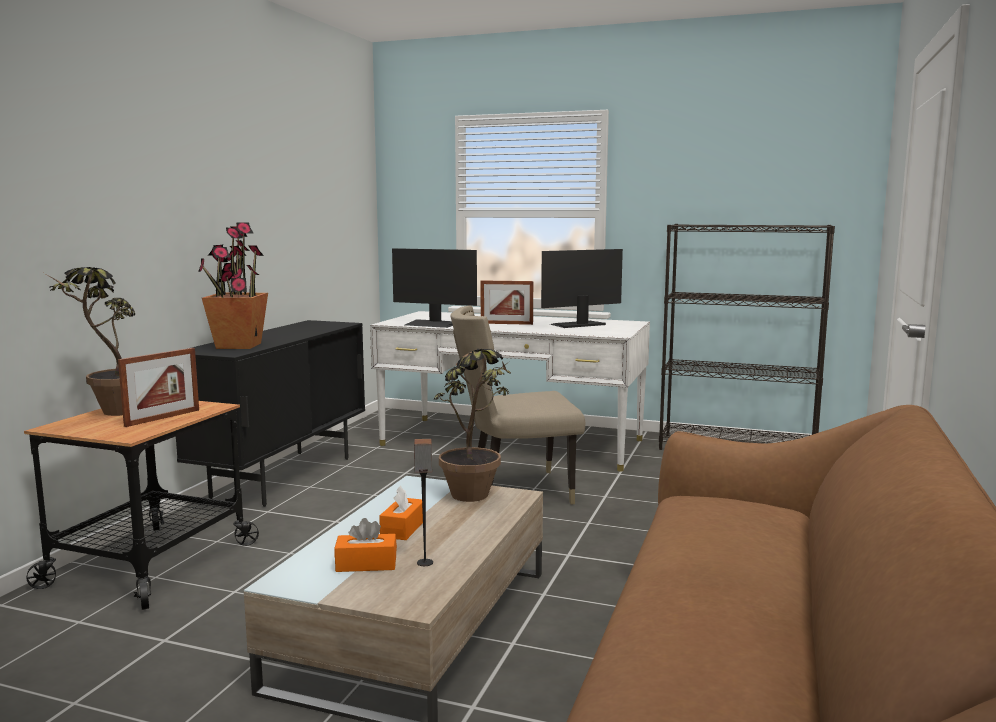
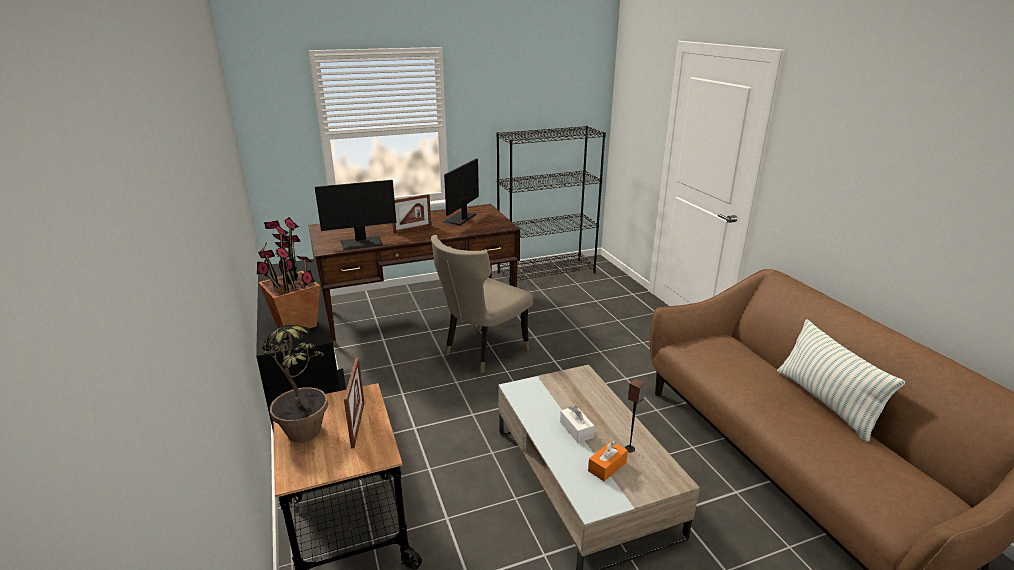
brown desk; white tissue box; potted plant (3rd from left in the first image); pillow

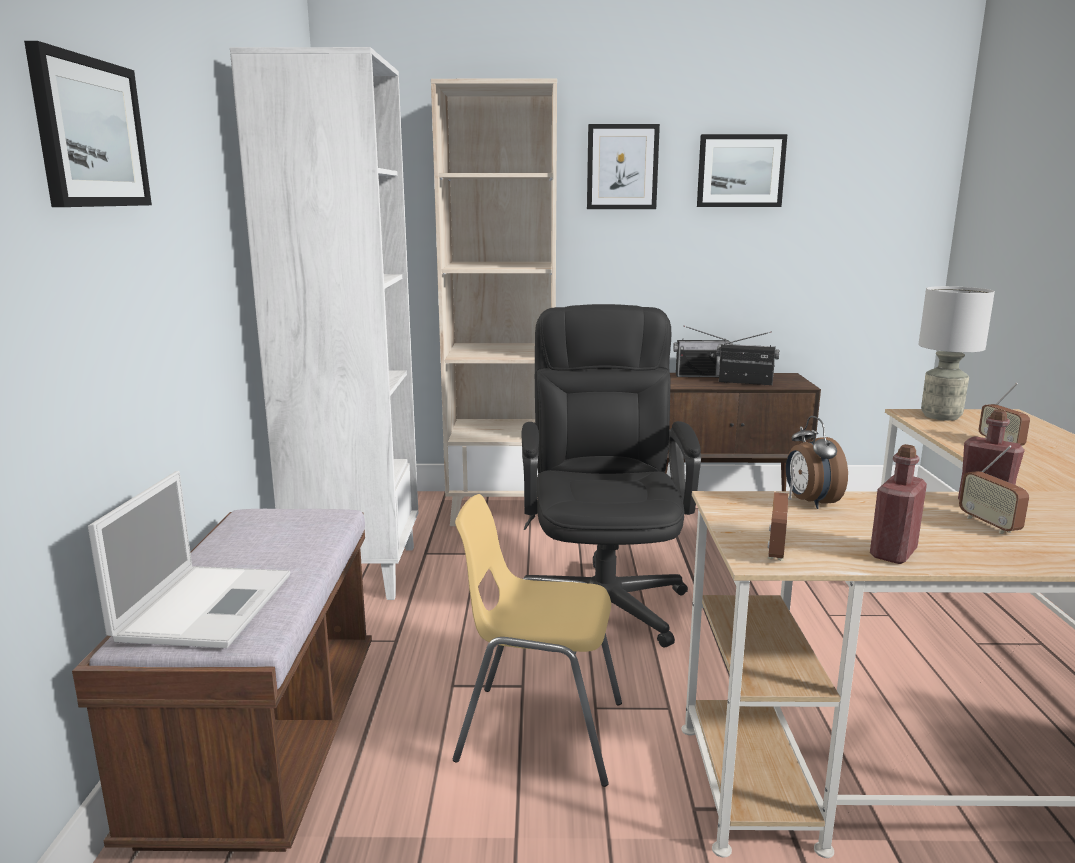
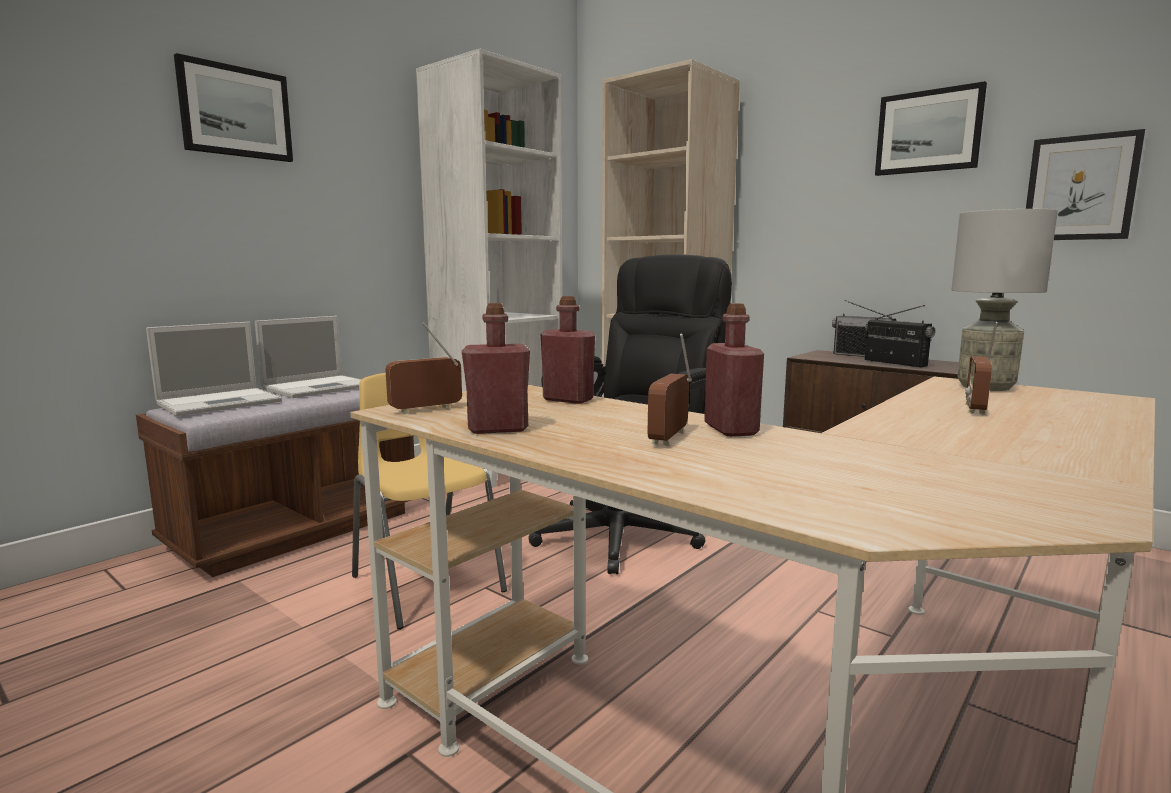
picture (3rd from left); red bottle (2nd from left); laptop (2nd from left)

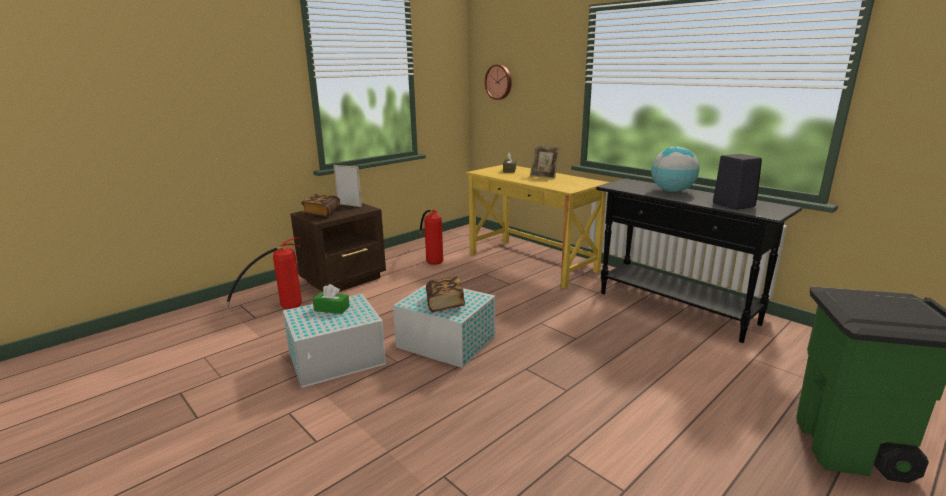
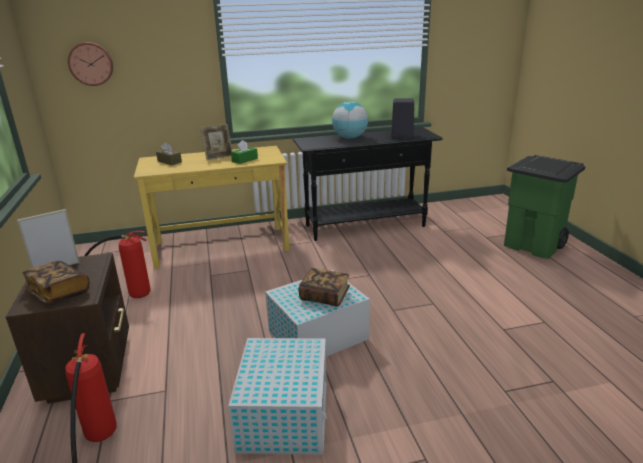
green tissue box

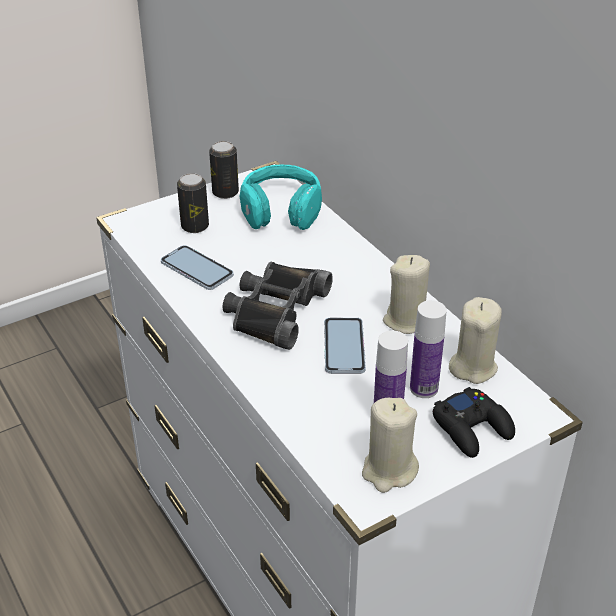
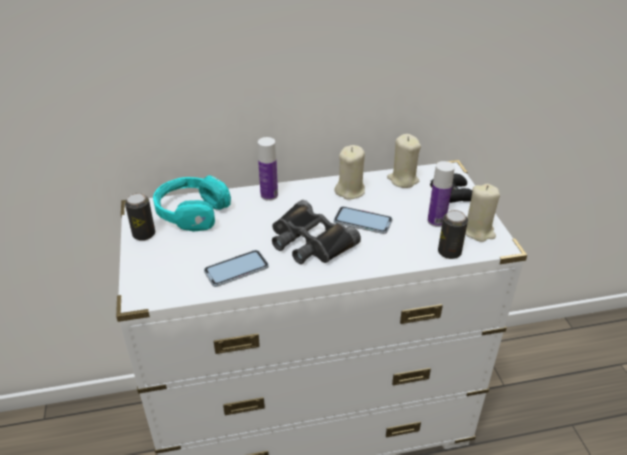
can (2nd from left); bottle (1st from left)

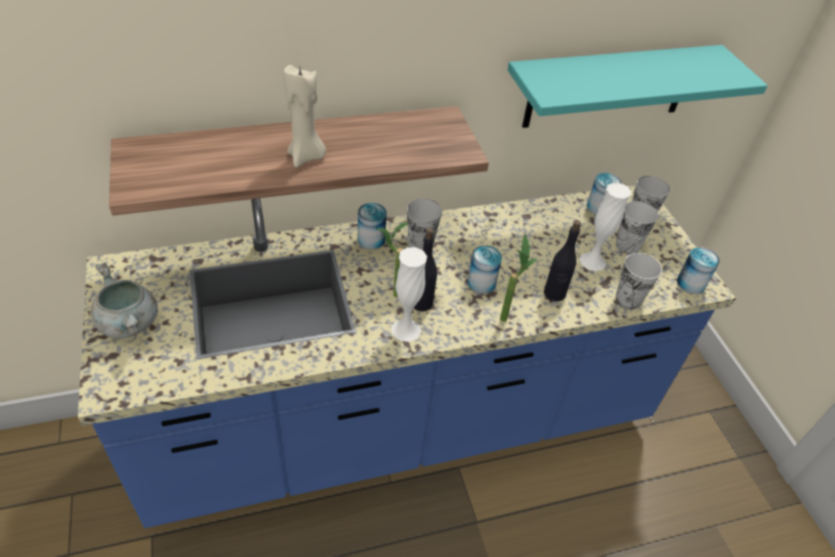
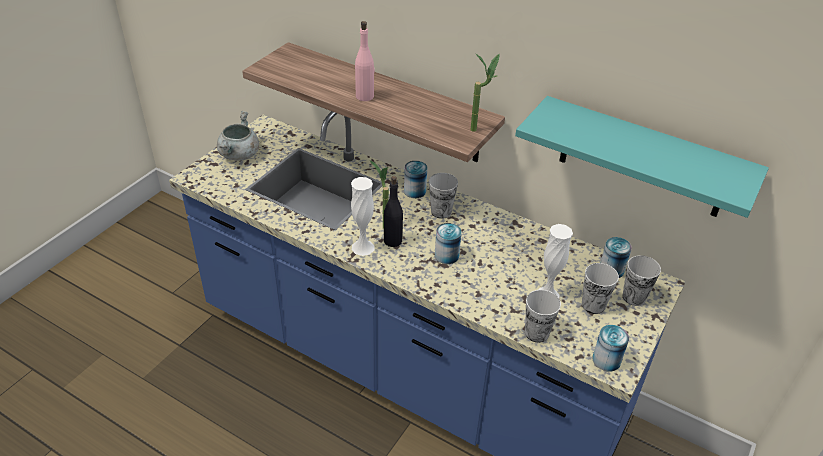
pink bottle; potted plant (2nd from left); black bottle (2nd from left in the first image)

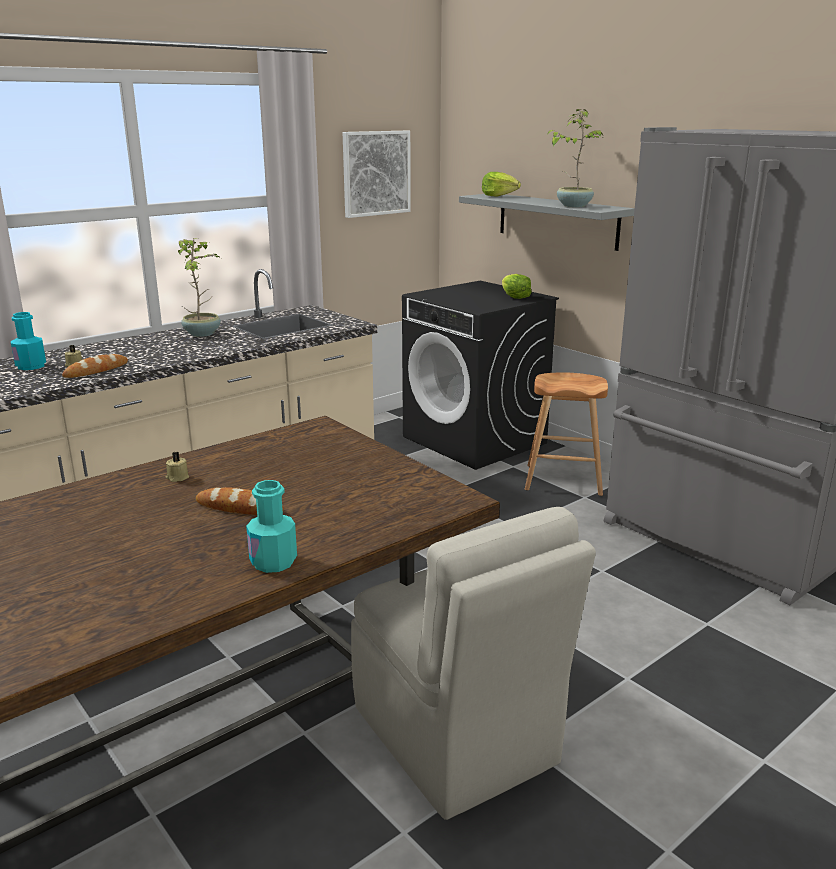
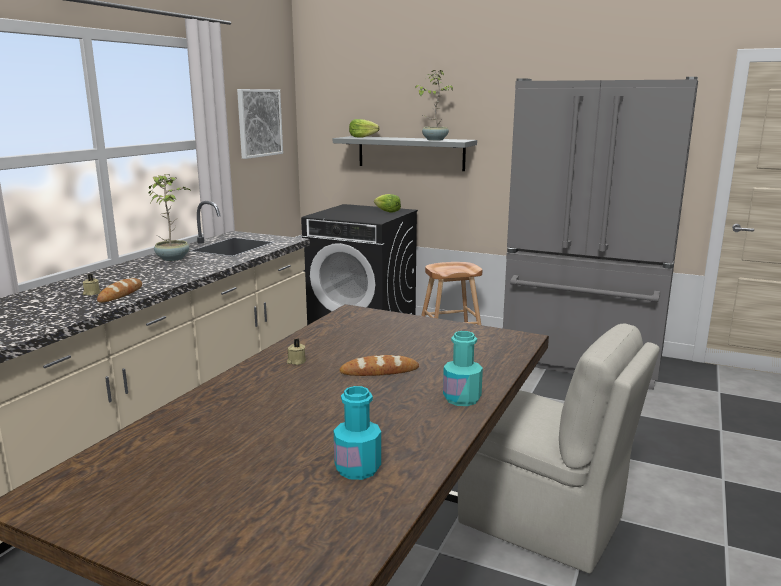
turquoise bottle (1st from left)

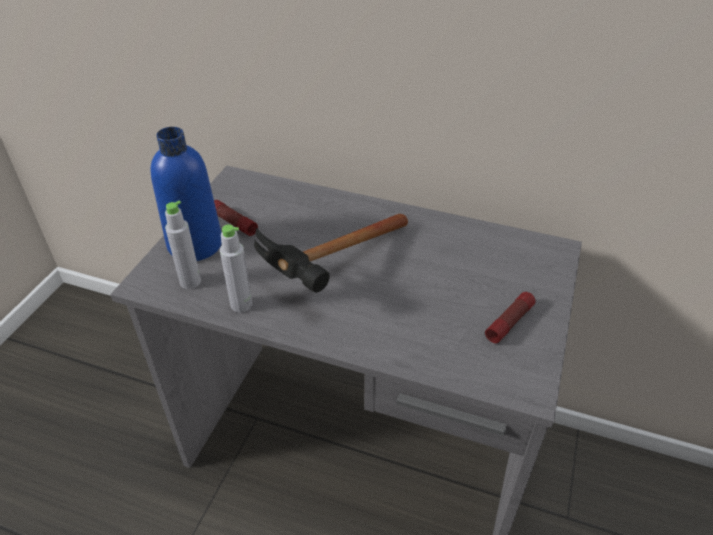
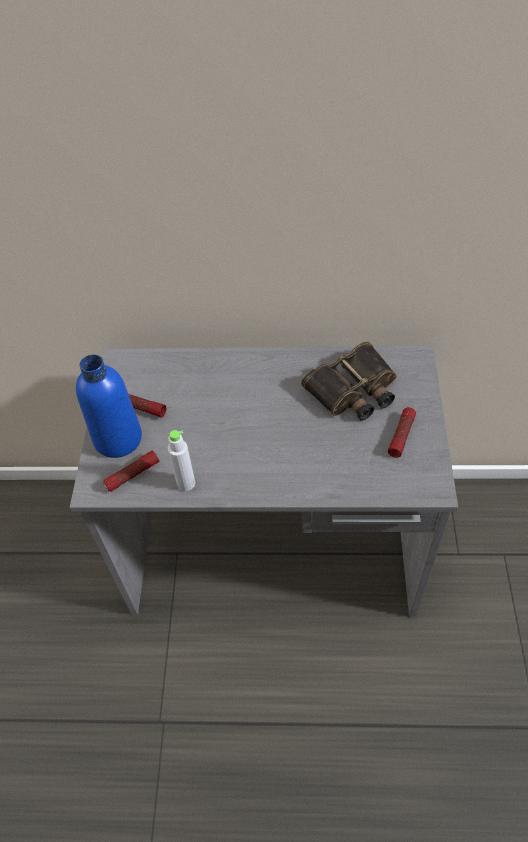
flashlight (1st from left); hammer; binoculars

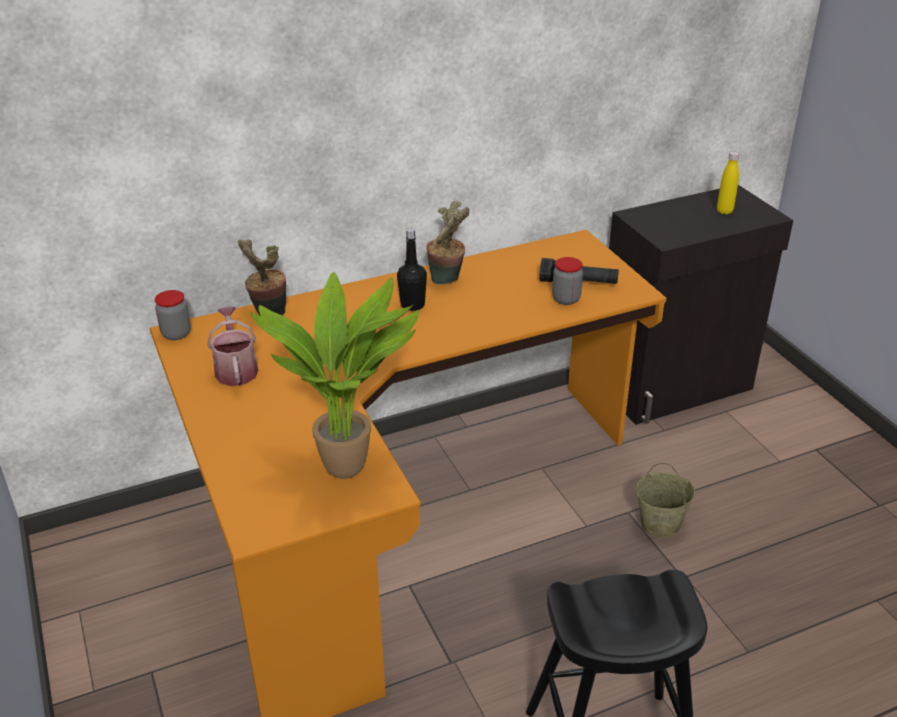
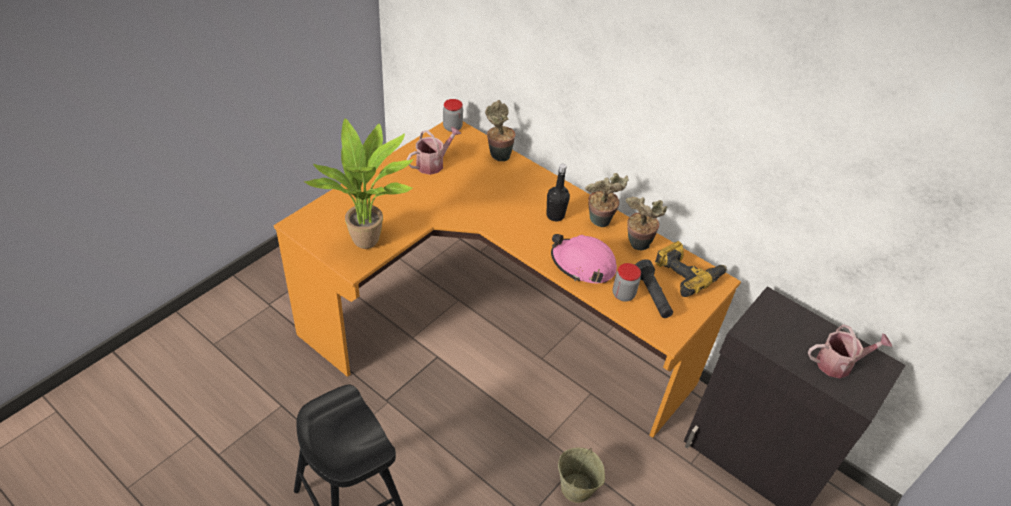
watering can (2nd from left); pink hard hat; potted plant (4th from left); power drill

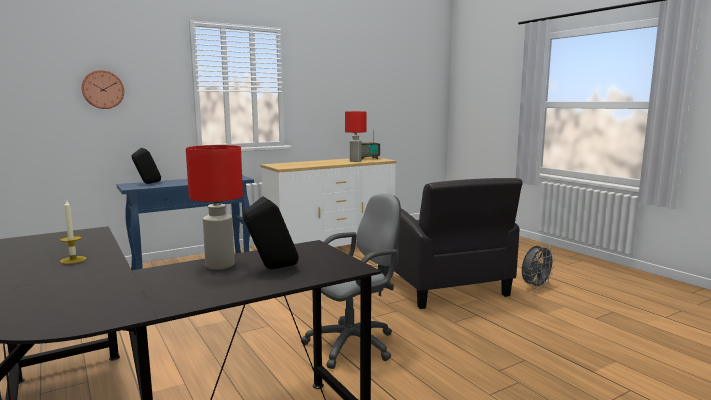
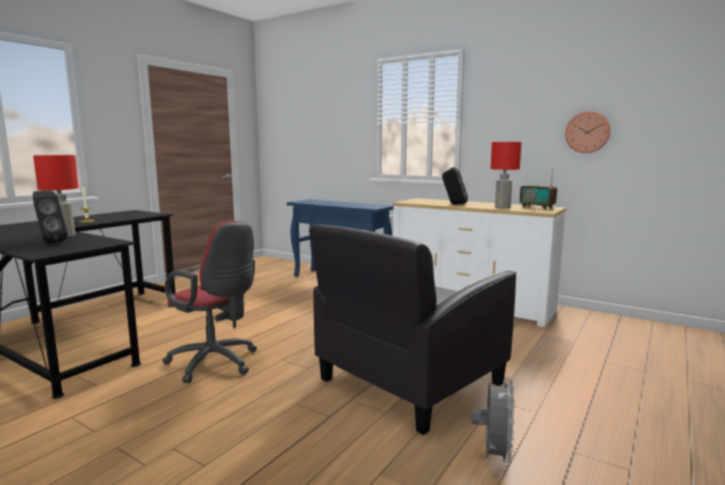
wall clock; black speaker (2nd from left); red office chair; grey fan

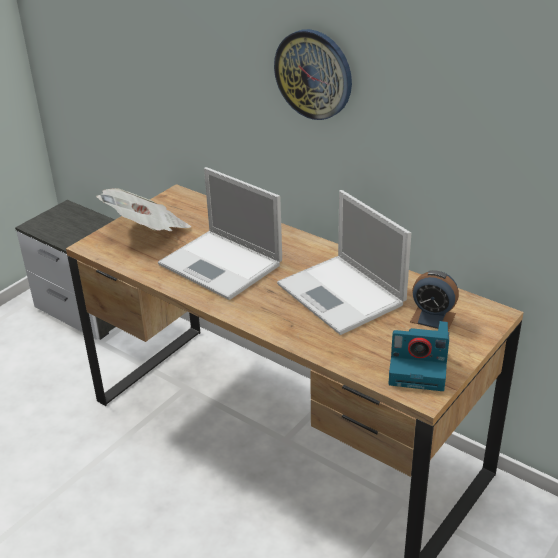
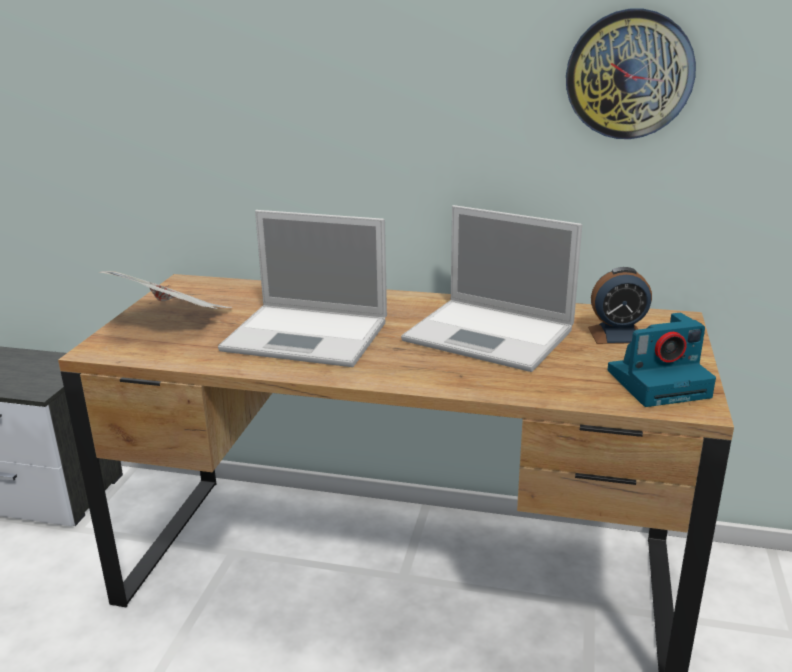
wall clock

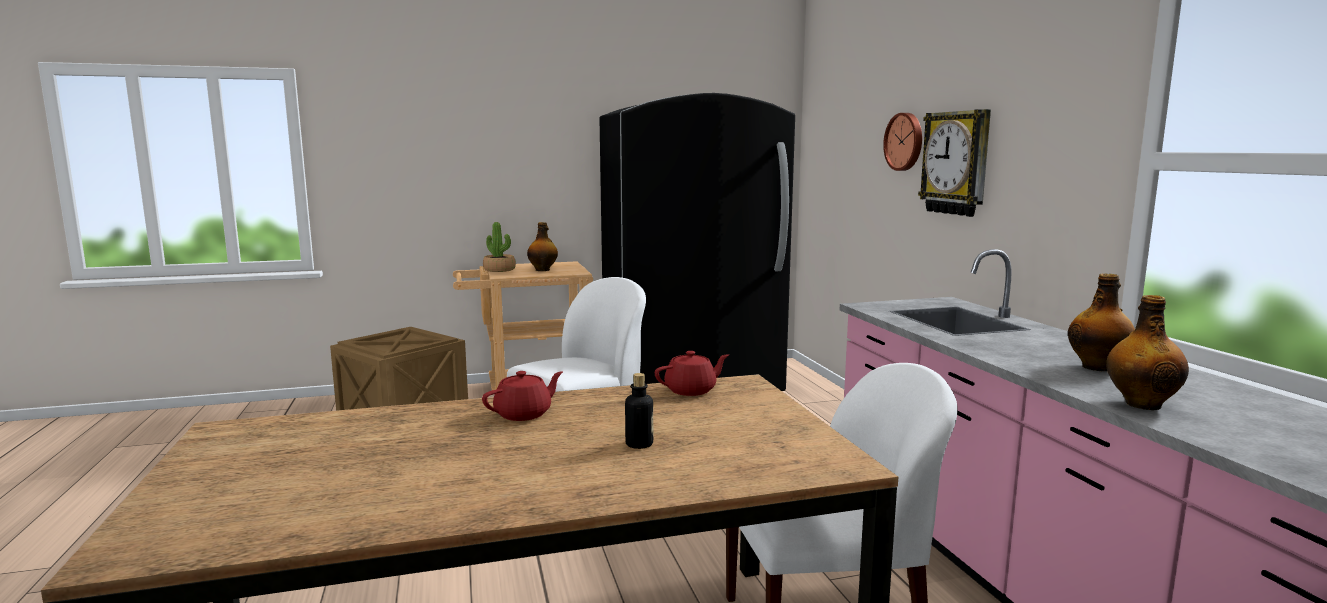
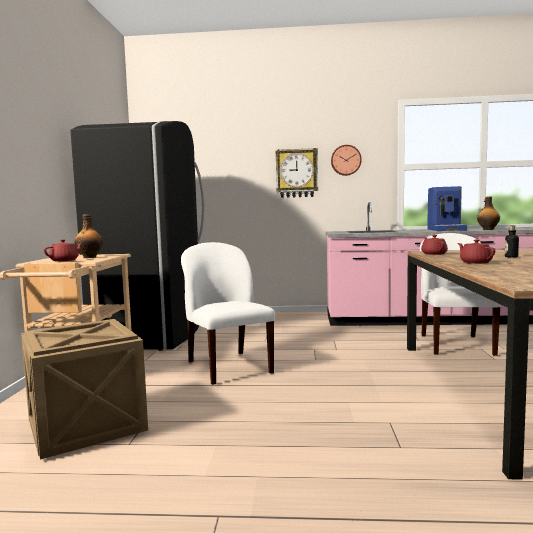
red teapot (1st from left); wall clock (2nd from left); coffee machine

